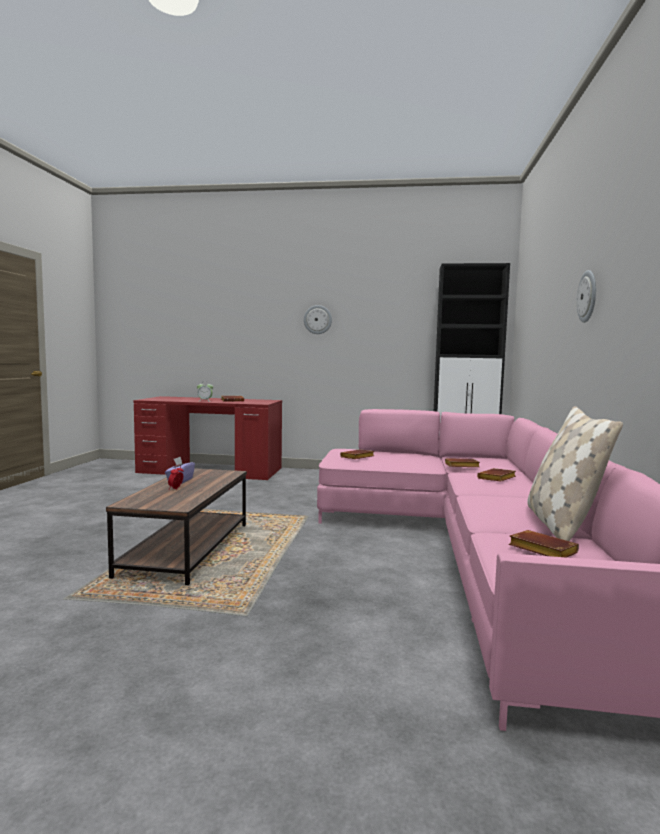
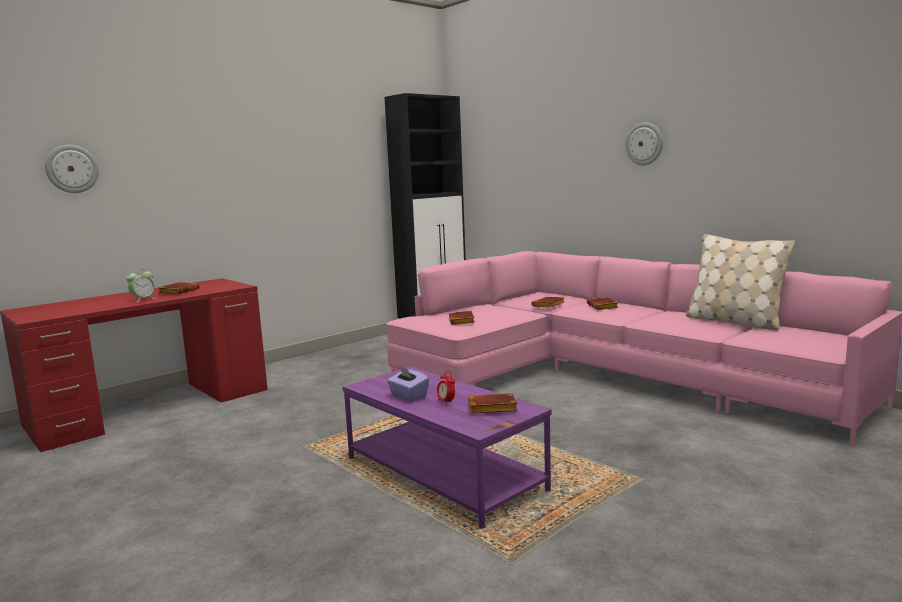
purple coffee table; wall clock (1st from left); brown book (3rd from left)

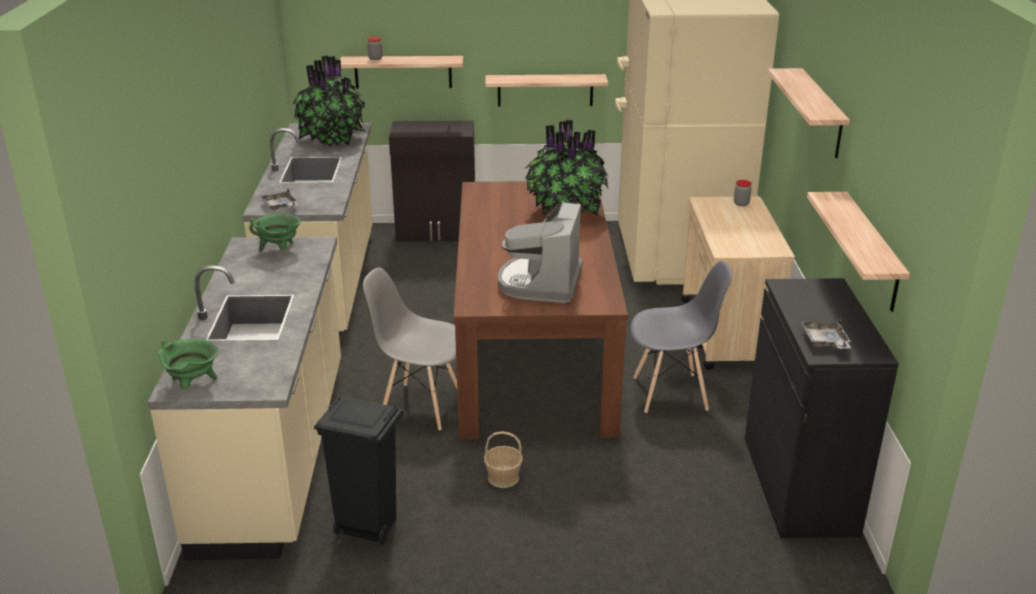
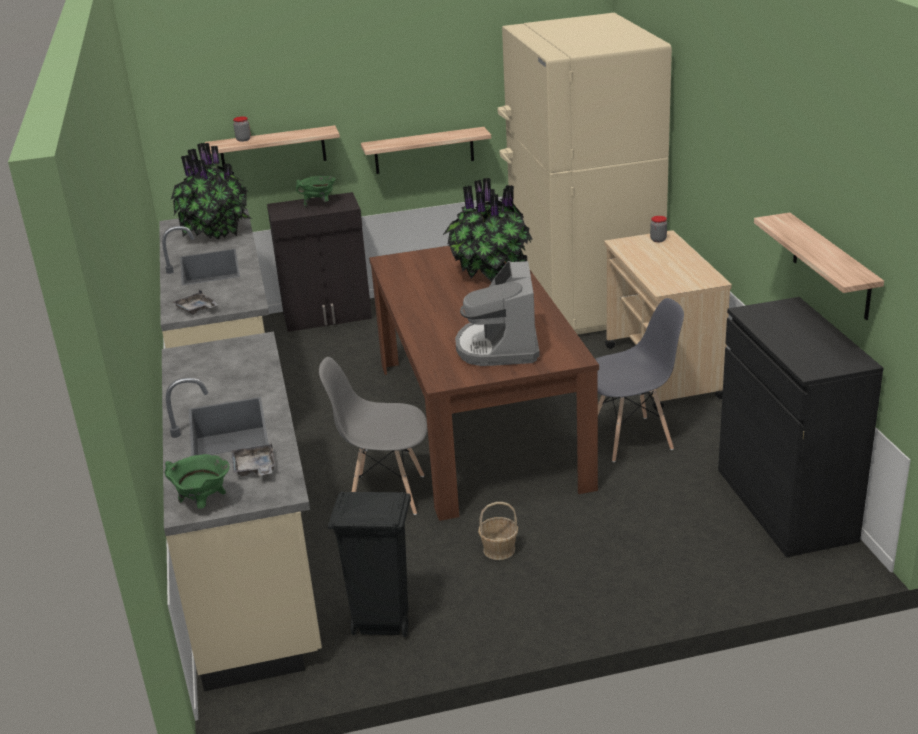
green cooking pot (2nd from left); shelf (3rd from left in the first image); grey tray (2nd from left)

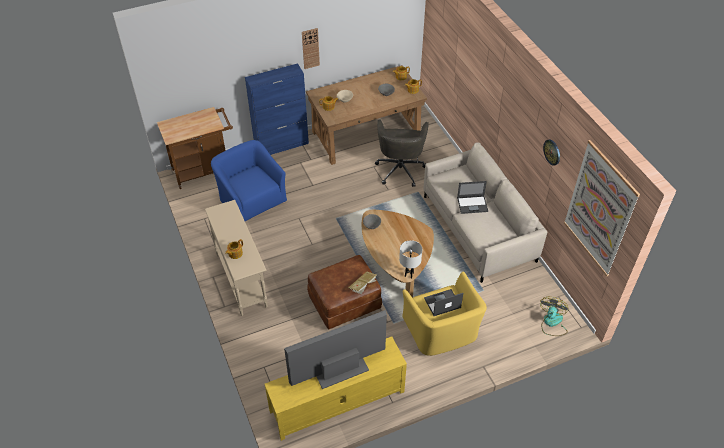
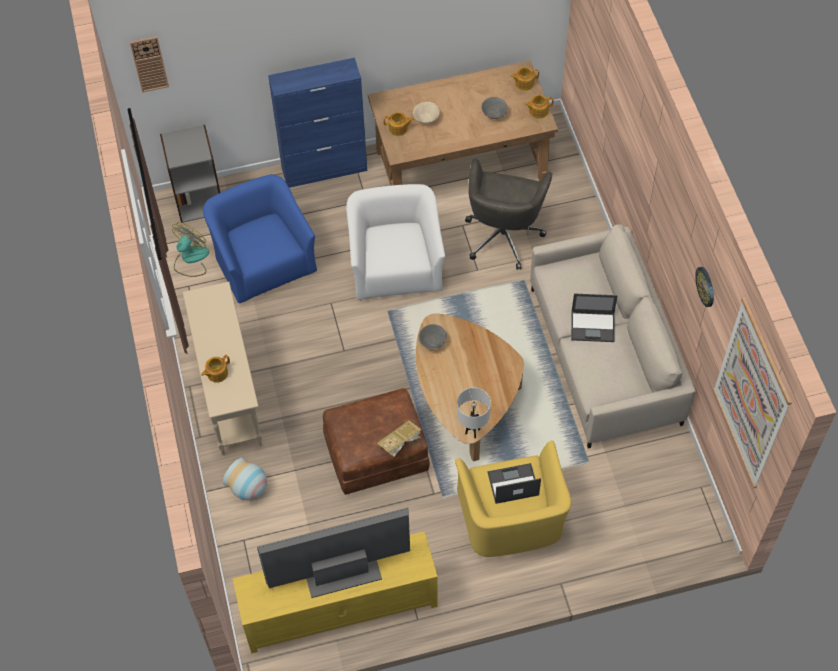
grey bookcase; wall clock (1st from left); fan; vase; white armchair

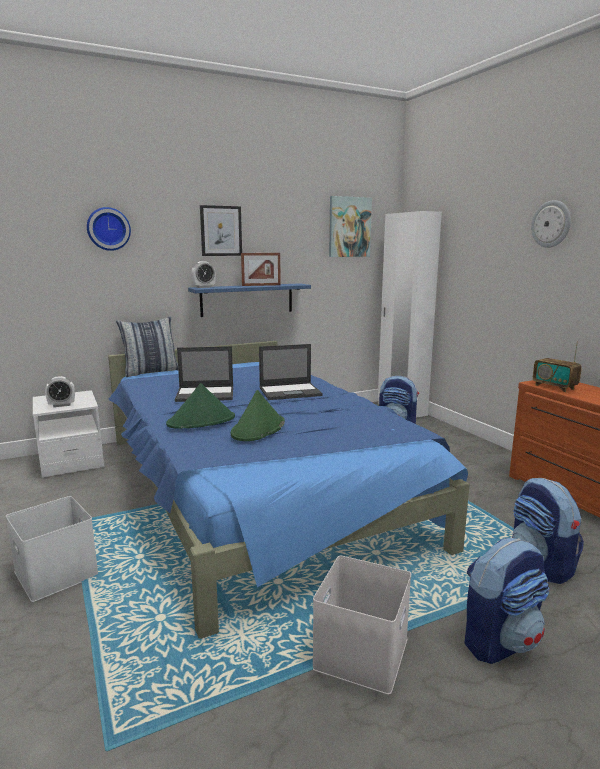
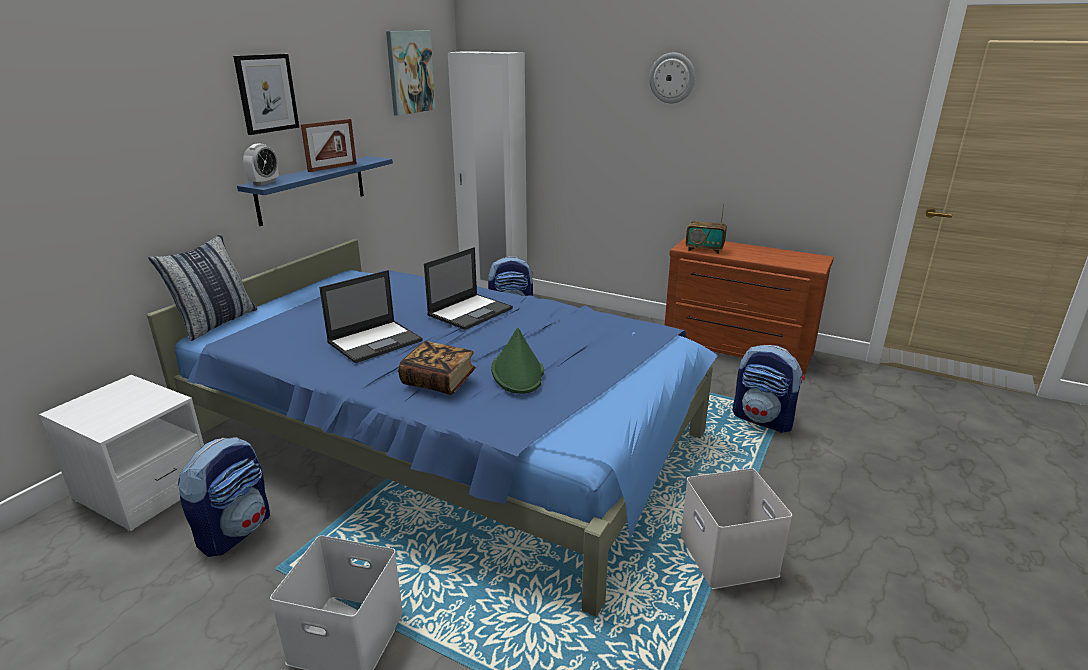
alarm clock (1st from left in the first image); wall clock (1st from left in the first image); book; backpack (1st from left)

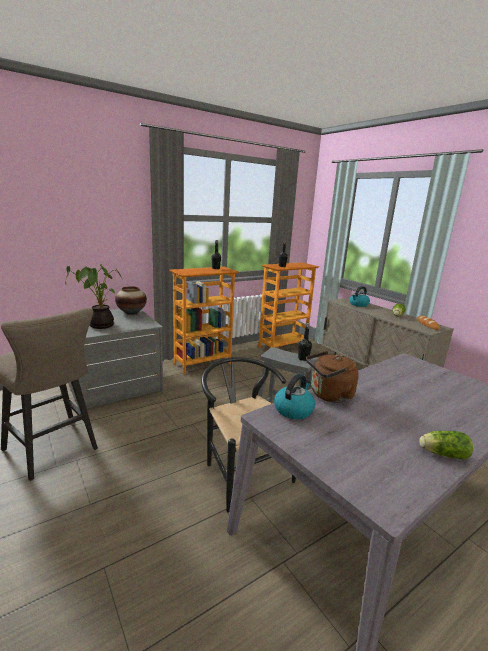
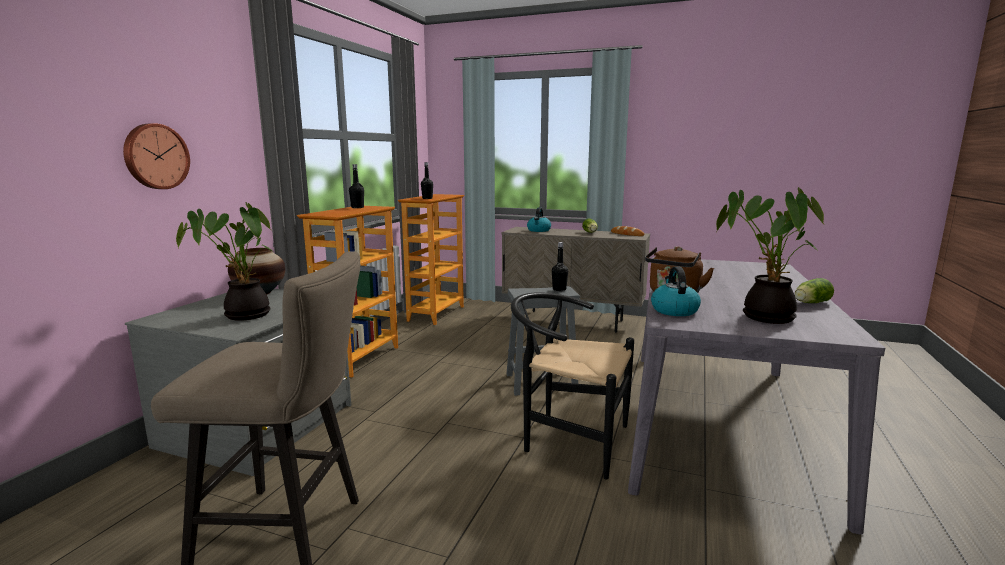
wall clock; potted plant (2nd from left)

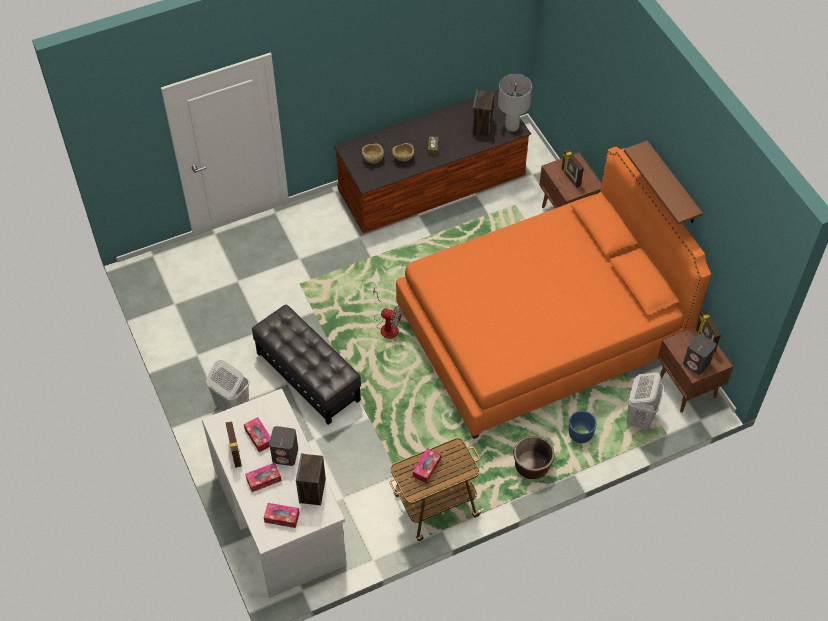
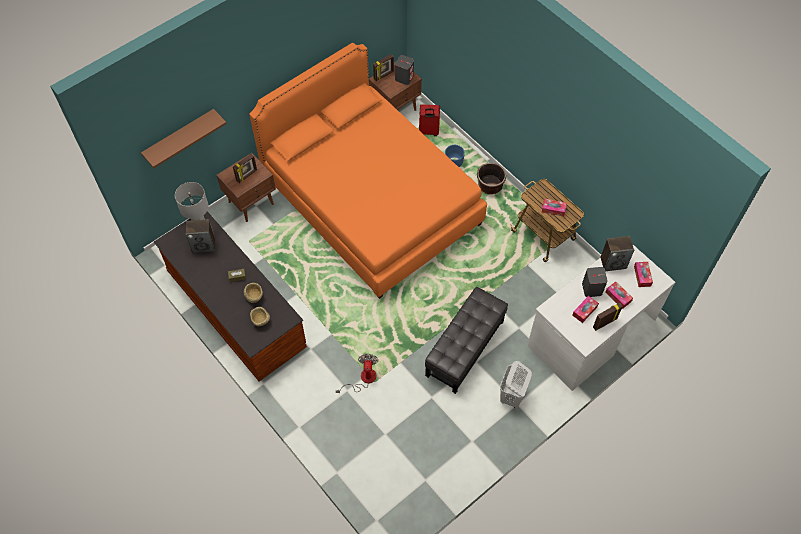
fan; brown shelf; red suitcase

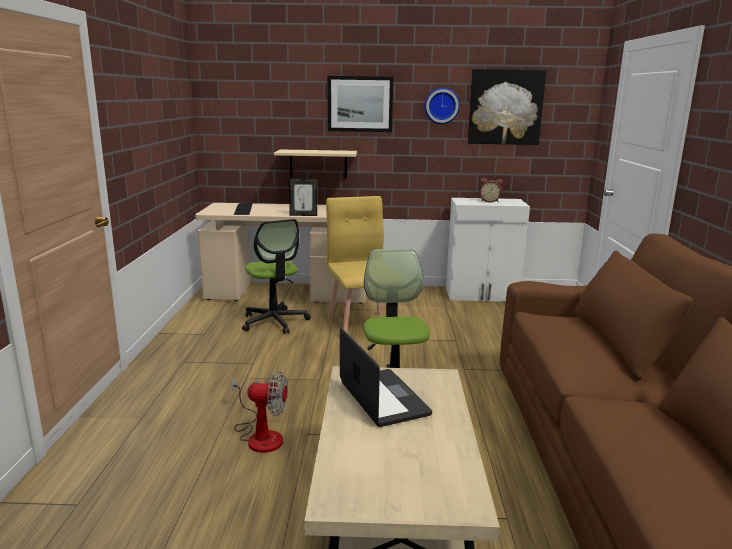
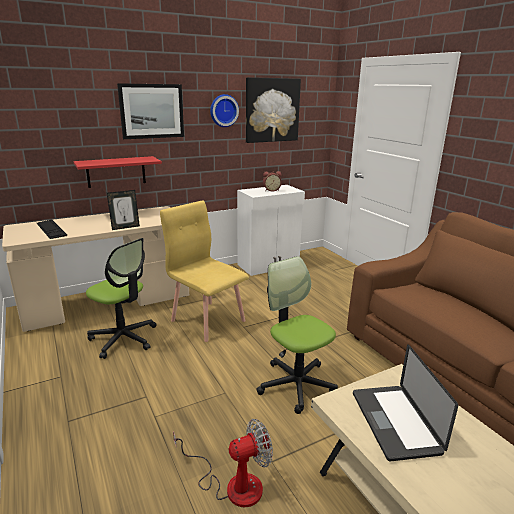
red shelf; laptop

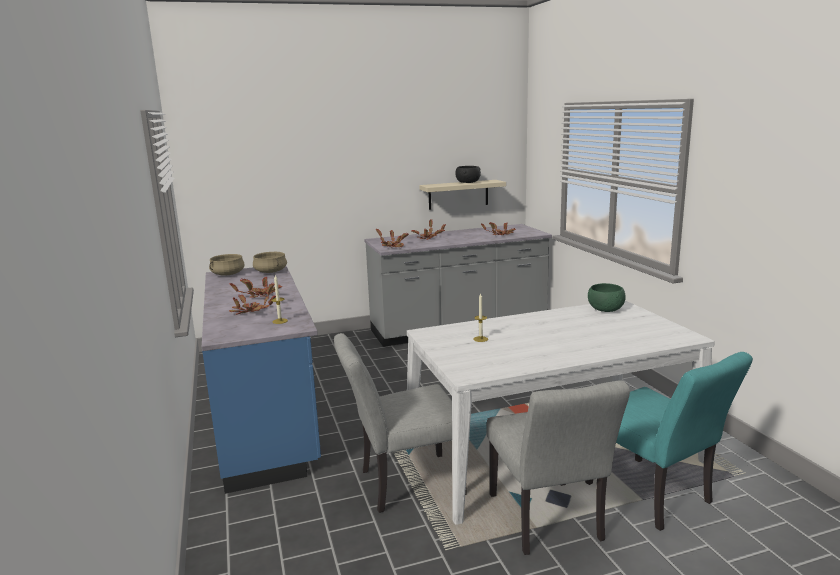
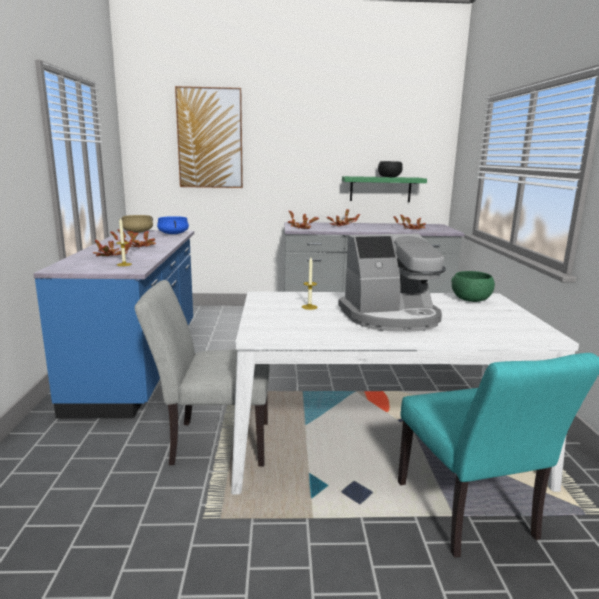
blue cooking pot; green shelf; grey chair (2nd from left in the first image); picture; coffee machine

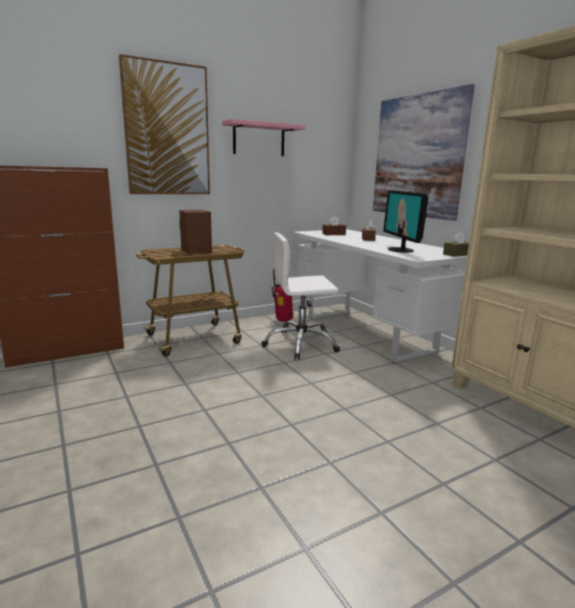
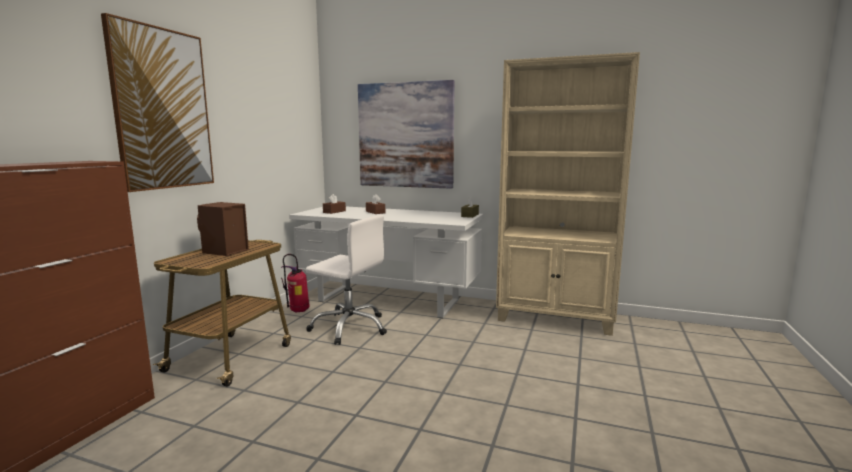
pink shelf; white office chair; monitor

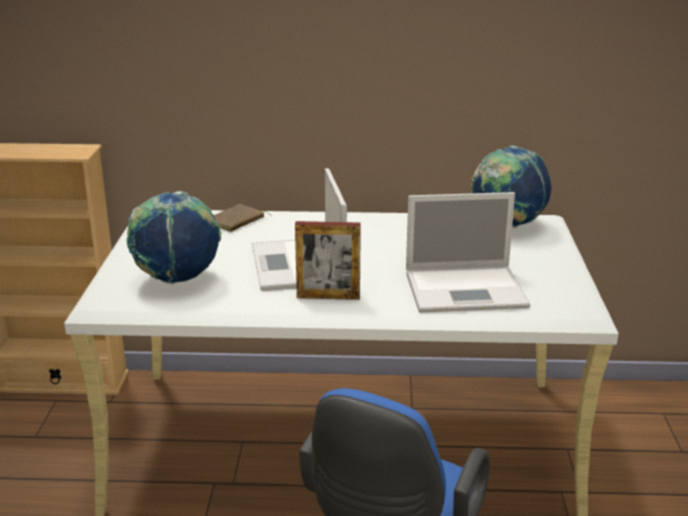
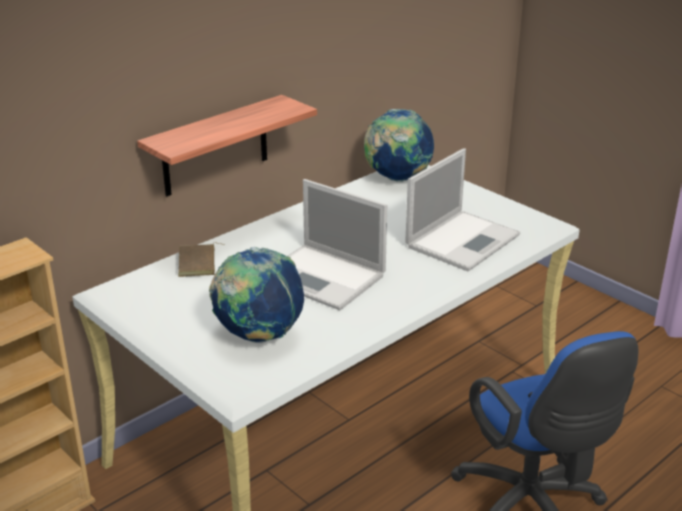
picture frame; shelf

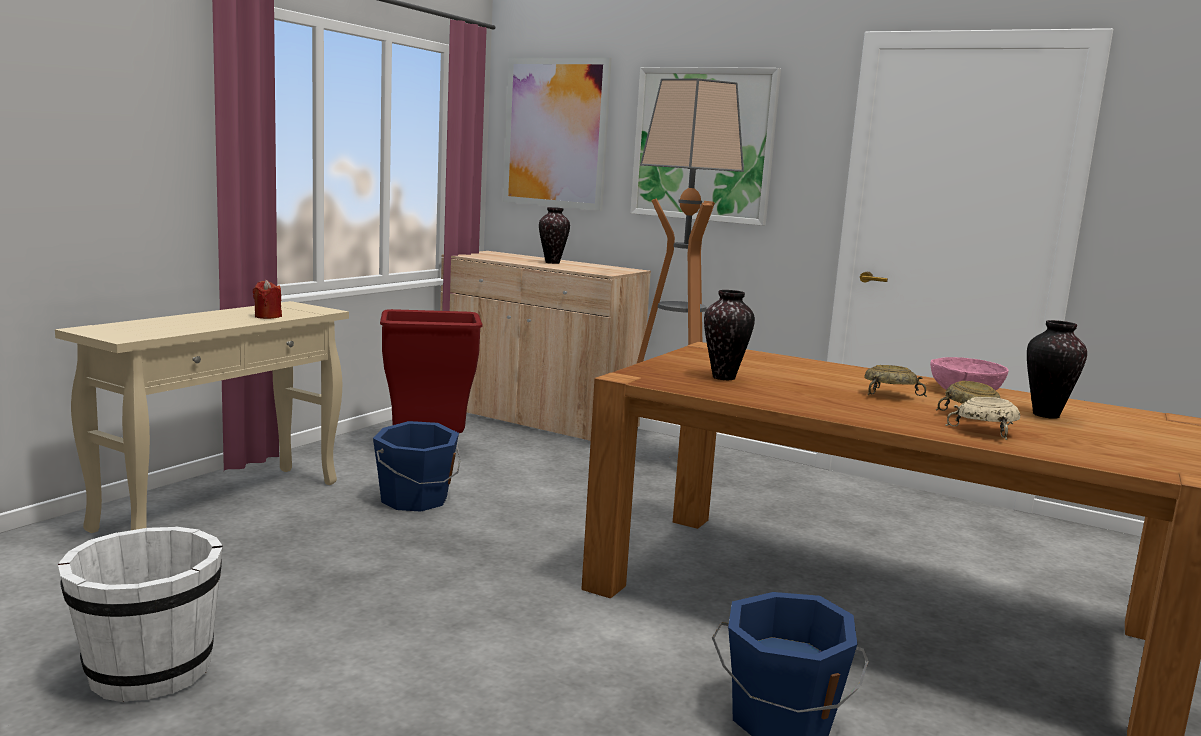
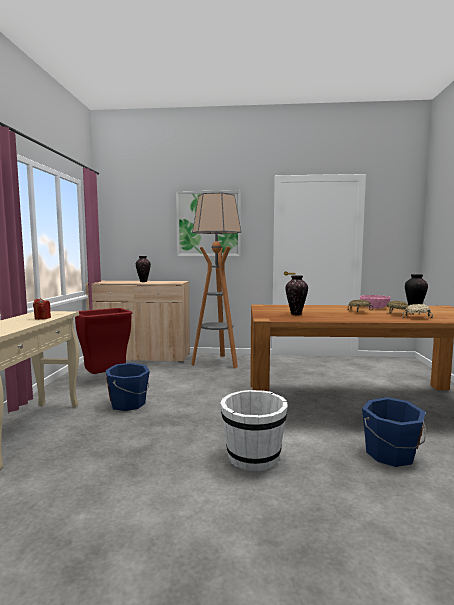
white bucket; picture (1st from left in the first image)

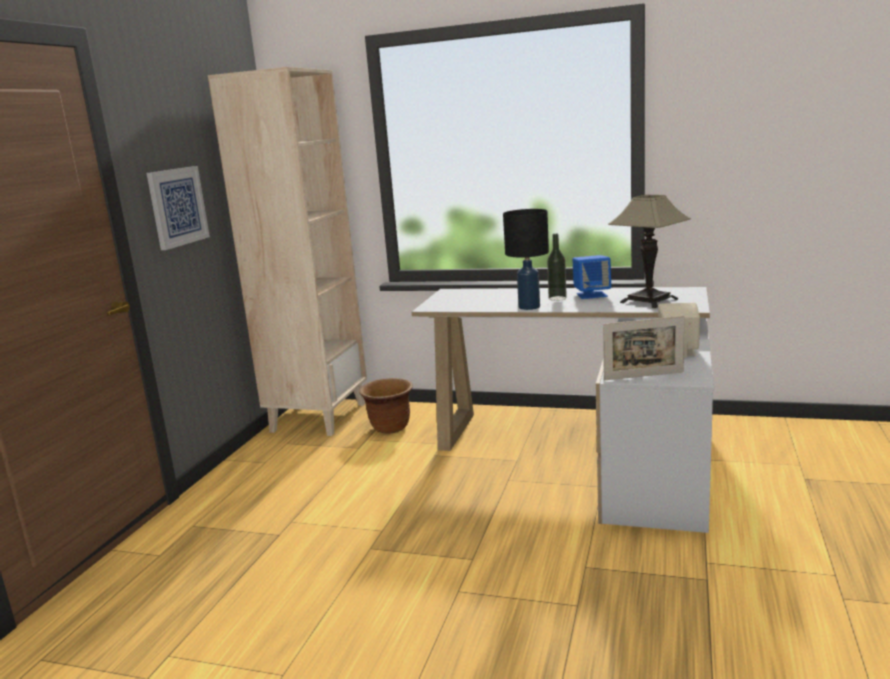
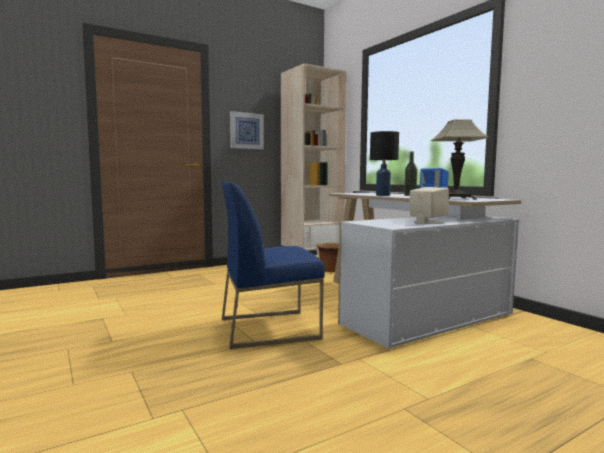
picture frame; blue chair

